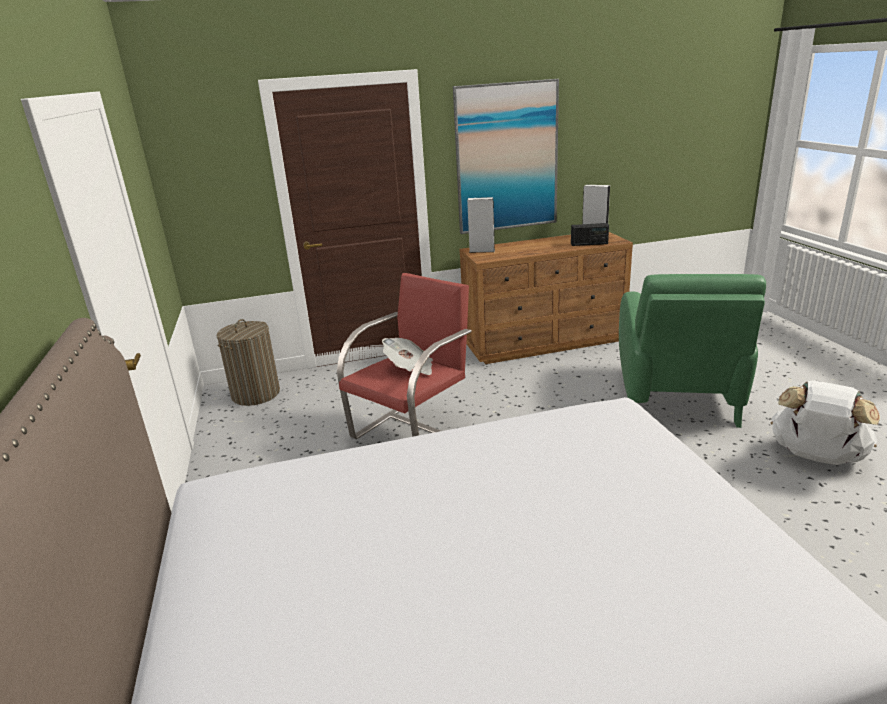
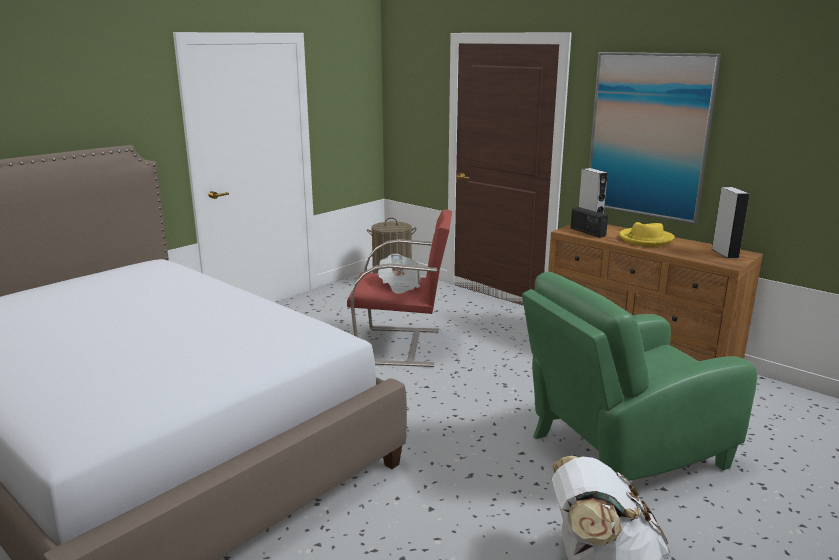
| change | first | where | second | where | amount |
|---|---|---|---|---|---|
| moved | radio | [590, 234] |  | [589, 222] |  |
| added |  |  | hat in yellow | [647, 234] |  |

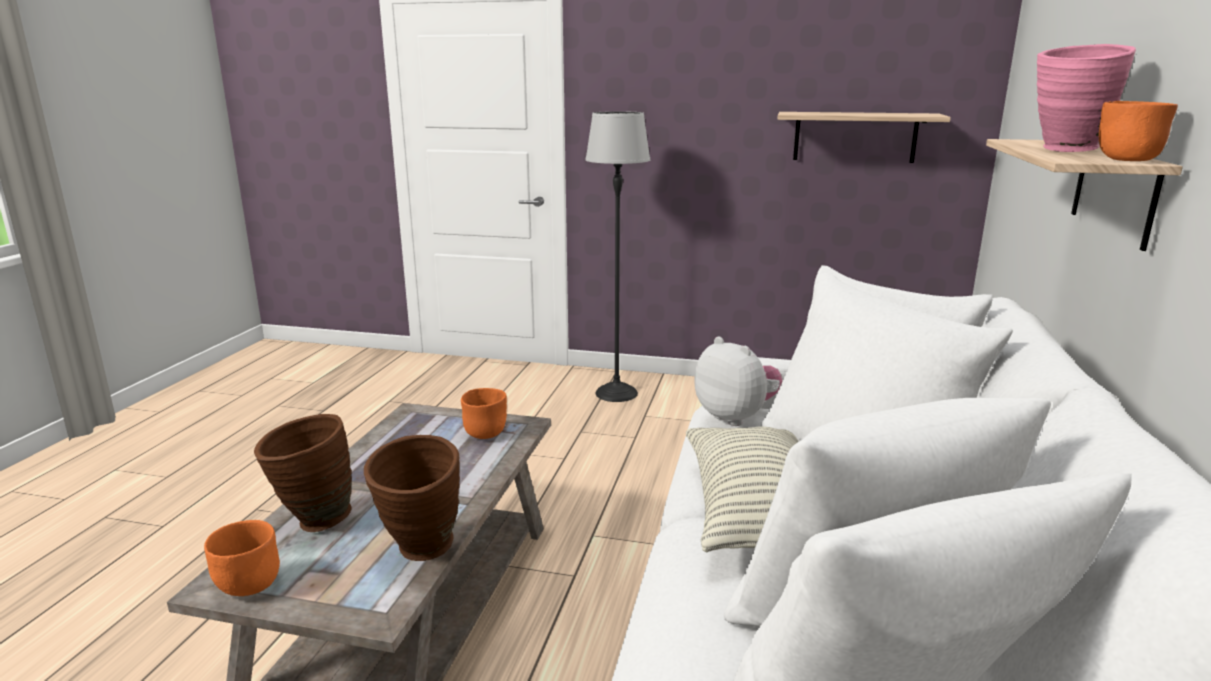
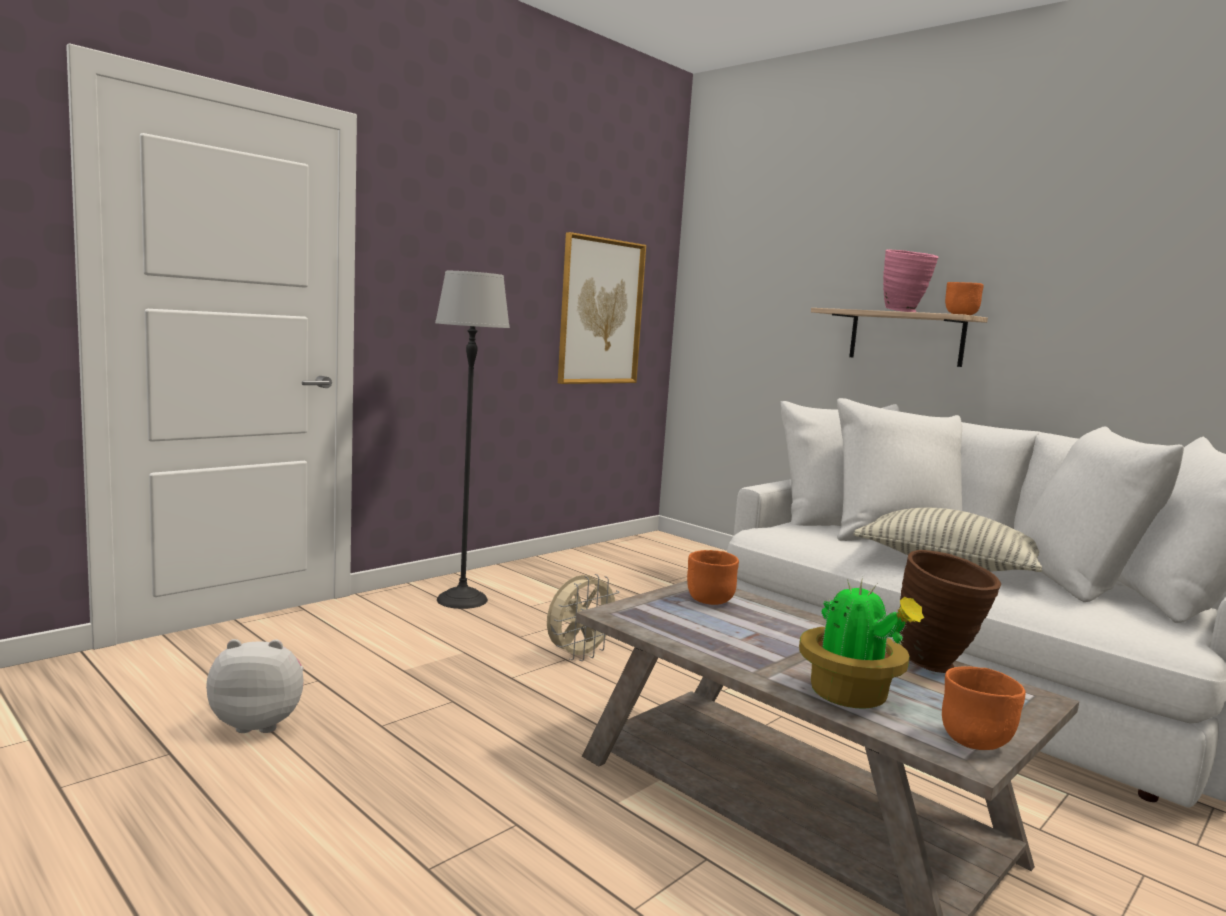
| change | first | where | second | where | amount |
|---|---|---|---|---|---|
| moved | plush toy | [738, 381] |  | [255, 686] |  |
| added |  |  | fan in beige | [583, 617] |  |
| replaced | shelf | [864, 137] | picture | [602, 308] |  |
| replaced | vase in brown | [303, 473] | potted plant | [861, 643] |  |

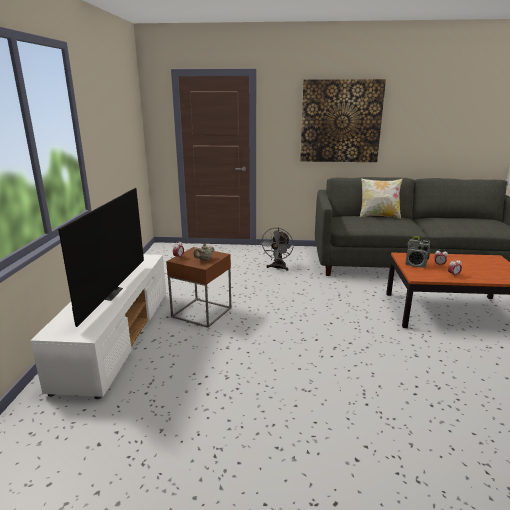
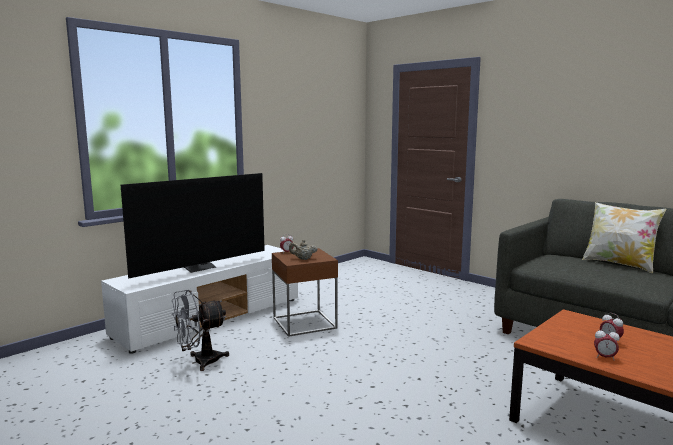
| change | first | where | second | where | amount |
|---|---|---|---|---|---|
| moved | fan in grey | [277, 249] |  | [200, 330] |  |
| removed | picture | [343, 120] |  |  |  |
| removed | radio | [417, 252] |  |  |  |

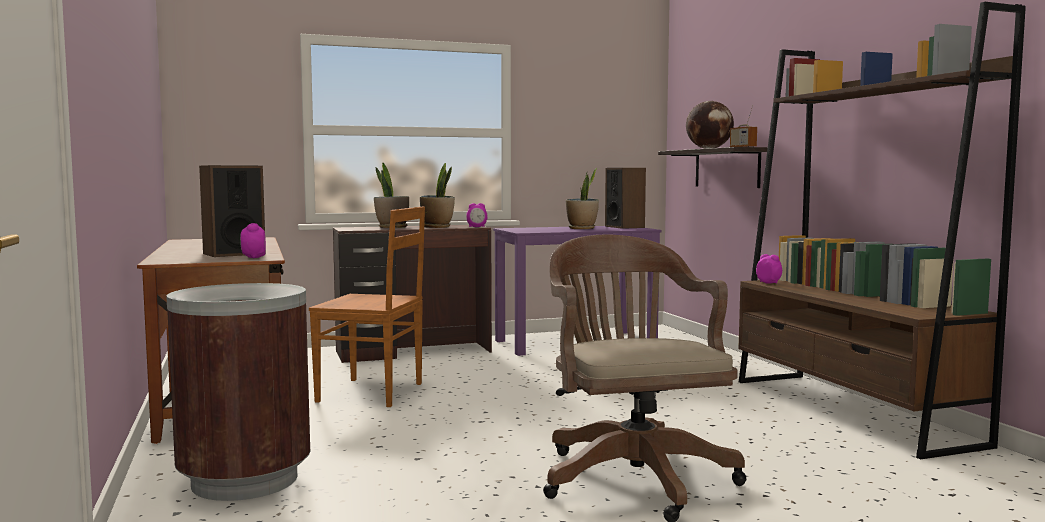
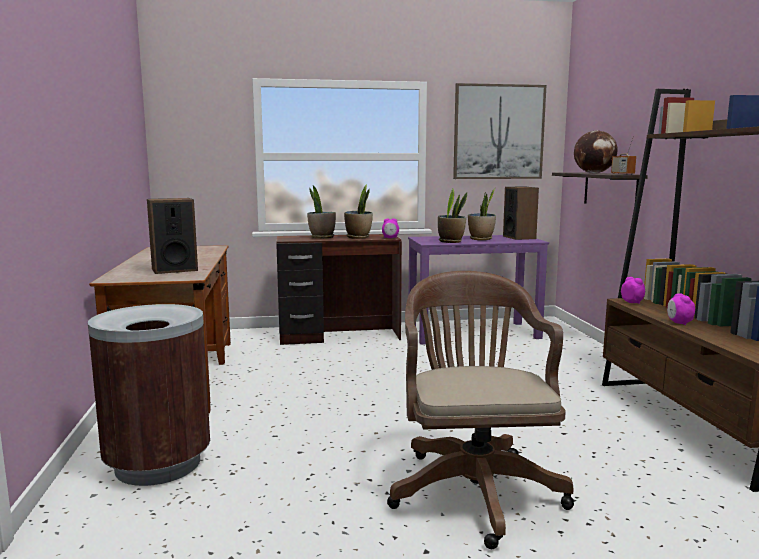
| change | first | where | second | where | amount |
|---|---|---|---|---|---|
| added |  |  | potted plant | [452, 216] |  |
| added |  |  | picture | [500, 131] |  |
| moved | alarm clock | [253, 241] |  | [681, 309] |  |
| removed | chair in brown | [367, 306] |  |  |  |

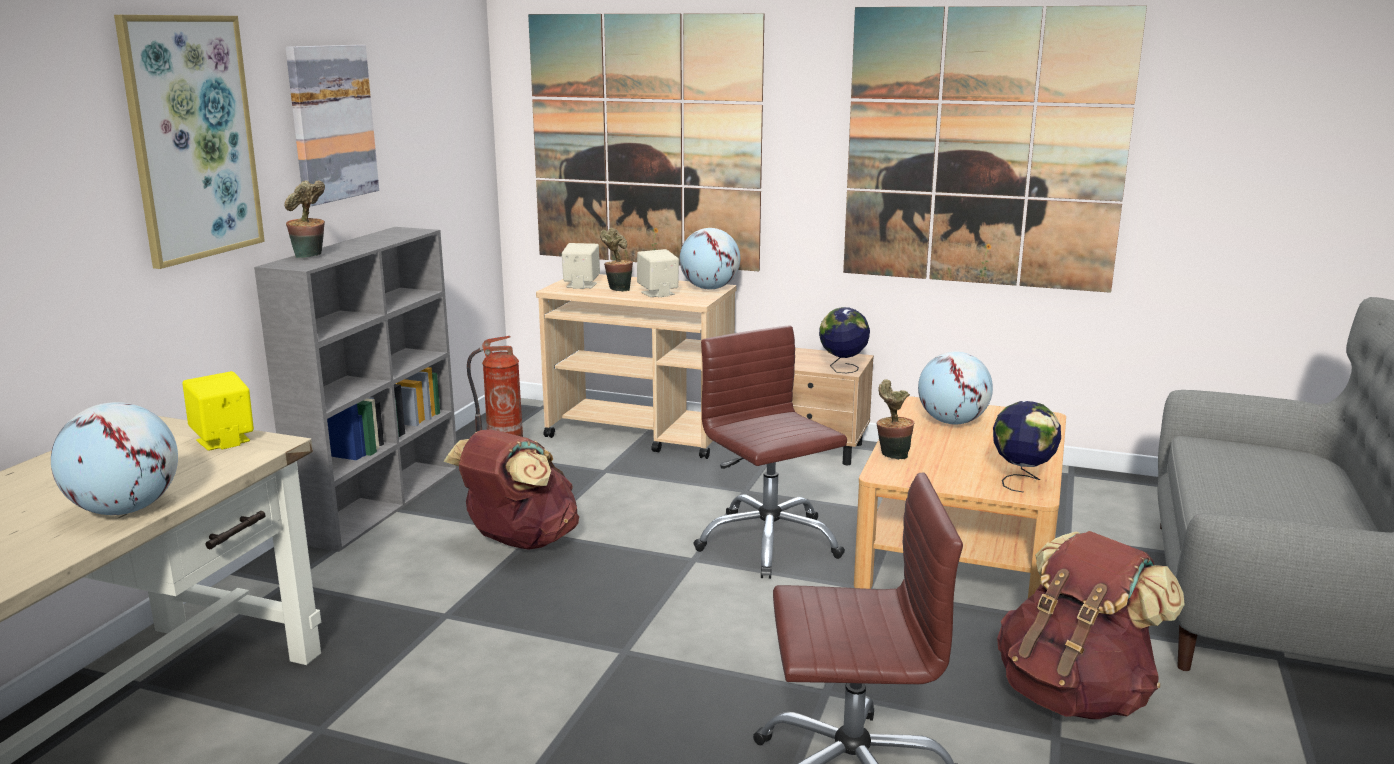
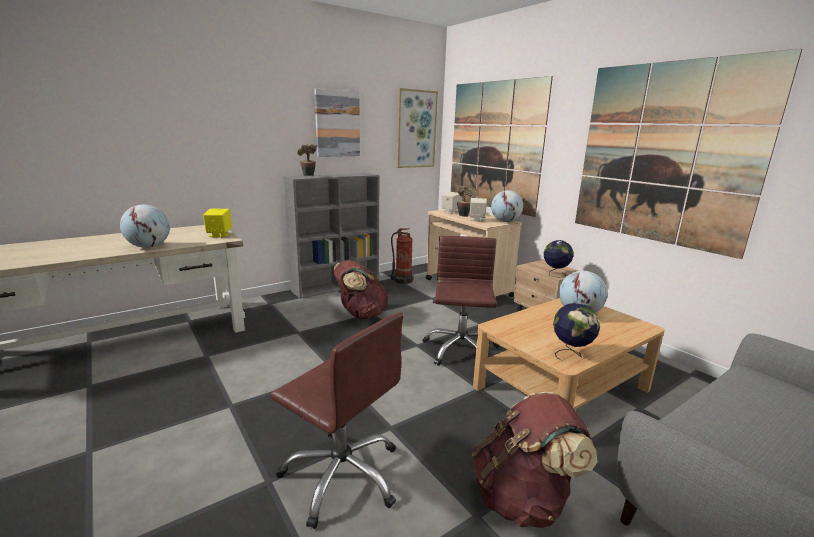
| change | first | where | second | where | amount |
|---|---|---|---|---|---|
| moved | picture | [189, 142] |  | [417, 128] |  |
| removed | potted plant | [895, 419] |  |  |  |

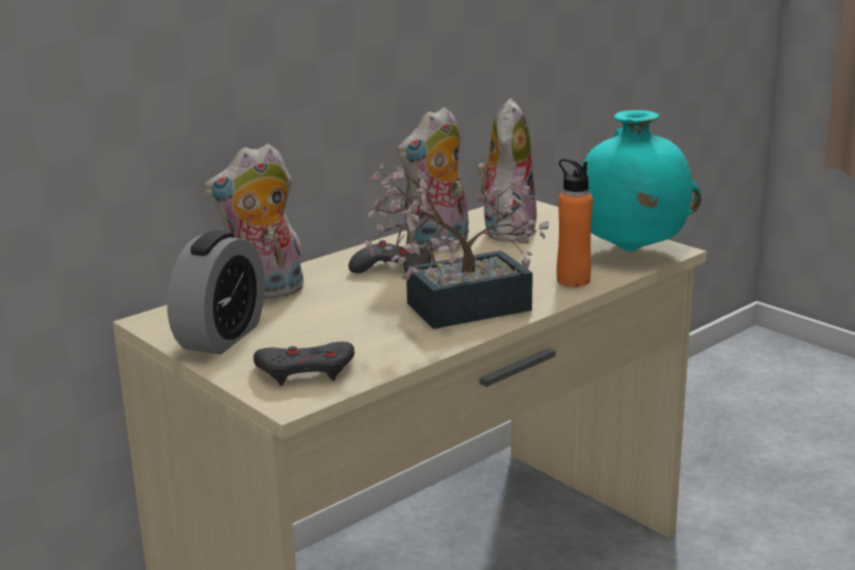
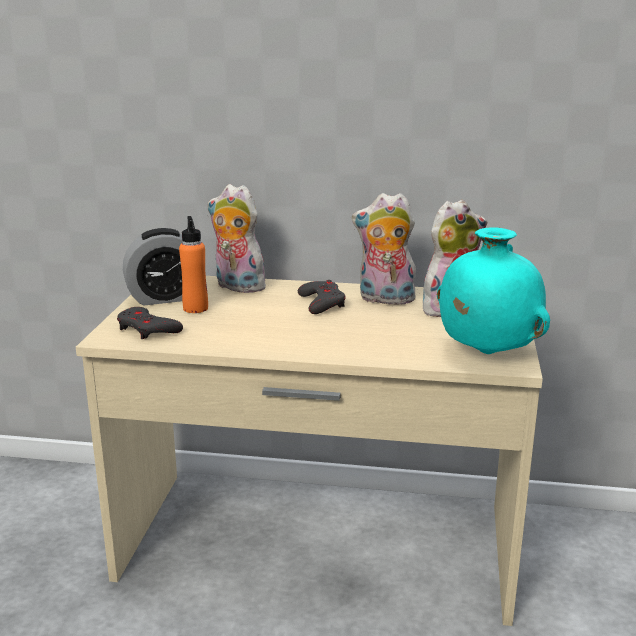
| change | first | where | second | where | amount |
|---|---|---|---|---|---|
| moved | bottle in orange | [575, 222] |  | [193, 264] |  |
| removed | potted plant | [457, 246] |  |  |  |

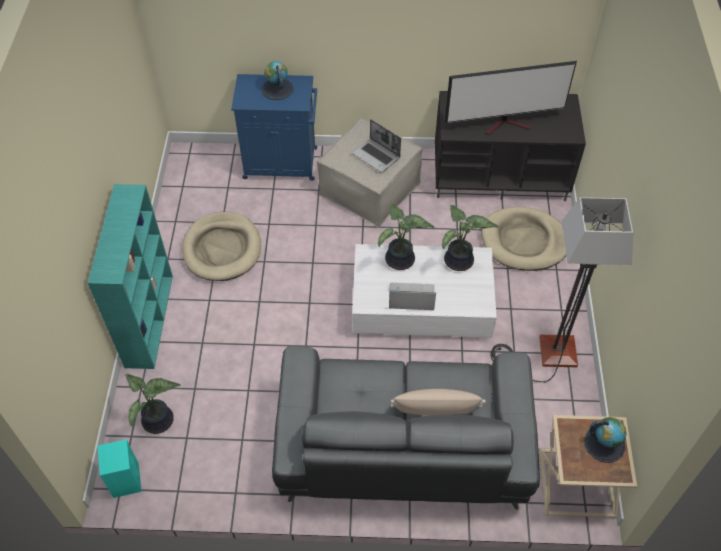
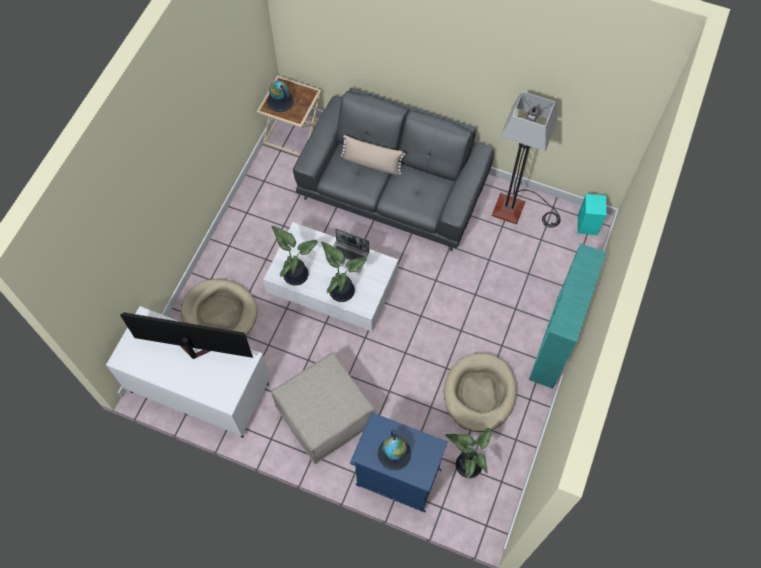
| change | first | where | second | where | amount |
|---|---|---|---|---|---|
| recoloured | tv stand in black | [510, 146] | tv stand in white | [188, 372] |  |
| moved | potted plant | [153, 404] |  | [468, 453] |  |
| moved | floor lamp | [561, 289] |  | [526, 159] |  |
| removed | laptop | [376, 146] |  |  |  |

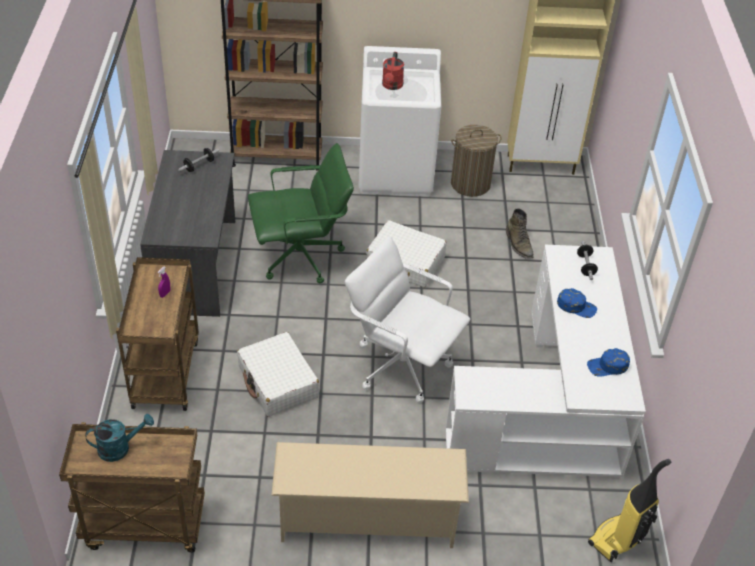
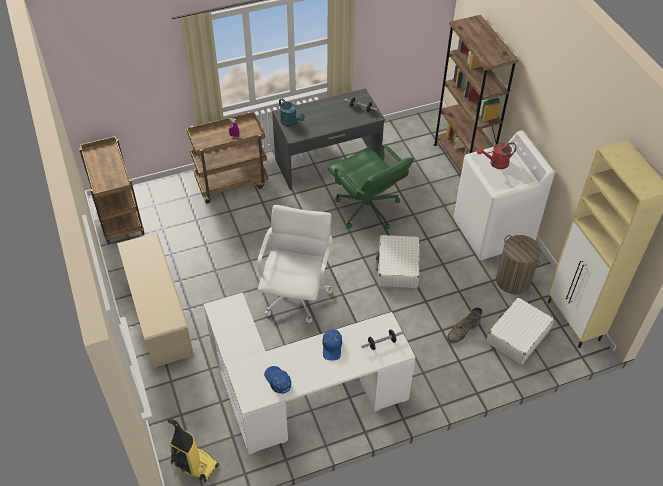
| change | first | where | second | where | amount |
|---|---|---|---|---|---|
| moved | watering can in turquoise | [119, 438] |  | [292, 112] |  |
| moved | suitcase in white | [278, 374] |  | [520, 331] |  |

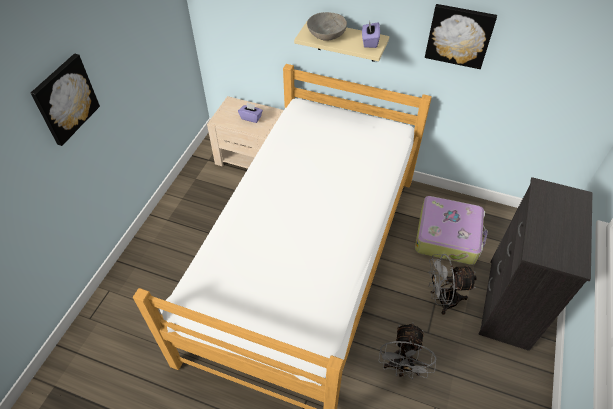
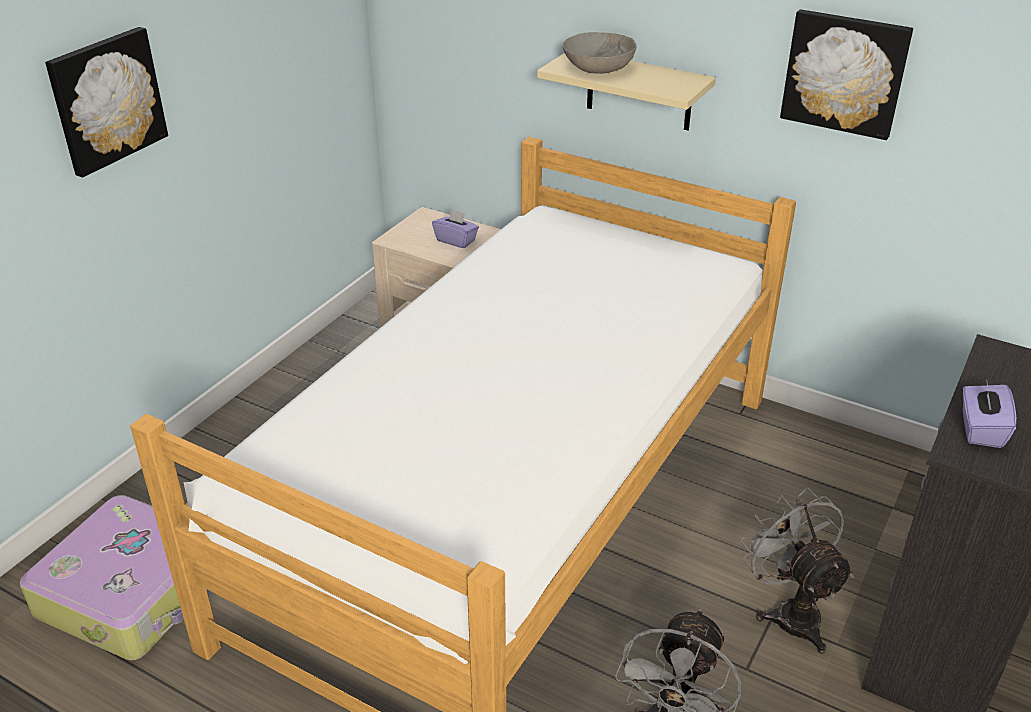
| change | first | where | second | where | amount |
|---|---|---|---|---|---|
| moved | suitcase | [451, 230] |  | [115, 577] |  |
| turned | fan in grey | [452, 284] |  | [797, 571] | 60 degrees clockwise |
| moved | tissue box in purple | [371, 34] |  | [989, 415] |  |

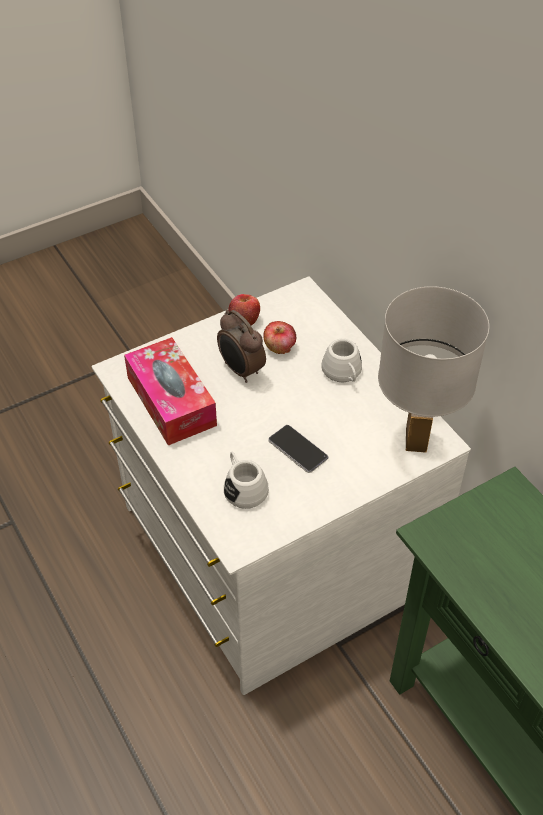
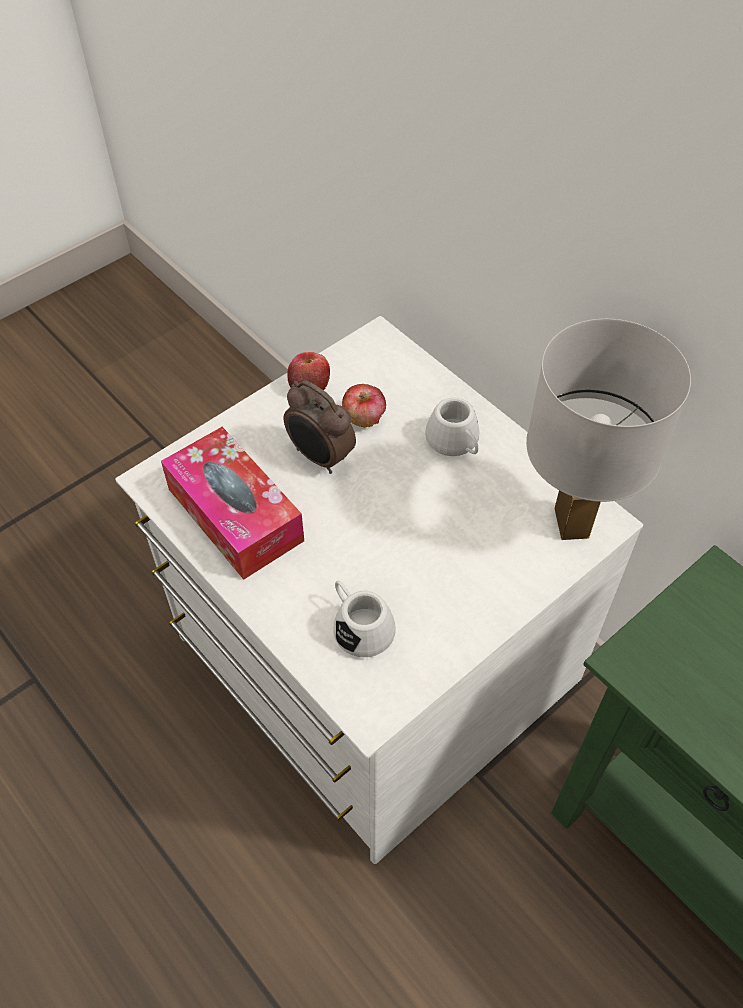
| change | first | where | second | where | amount |
|---|---|---|---|---|---|
| removed | phone | [298, 449] |  |  |  |

